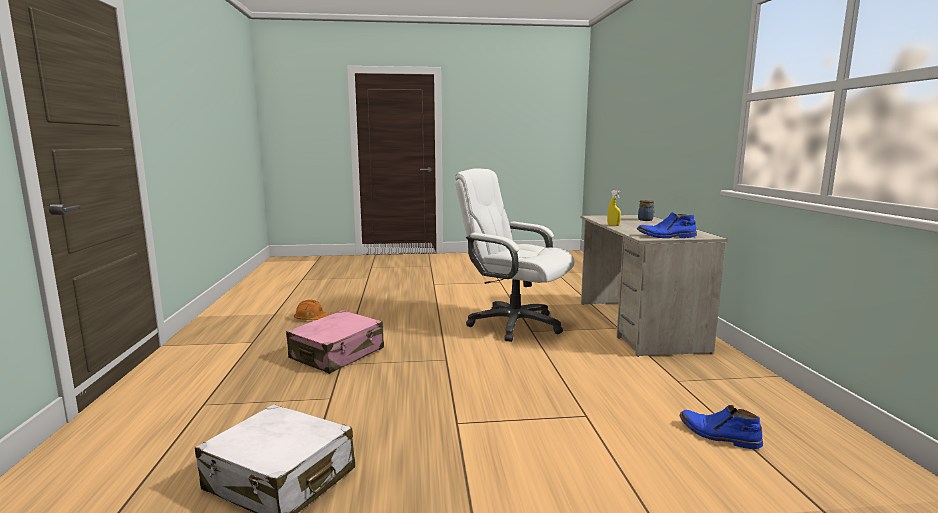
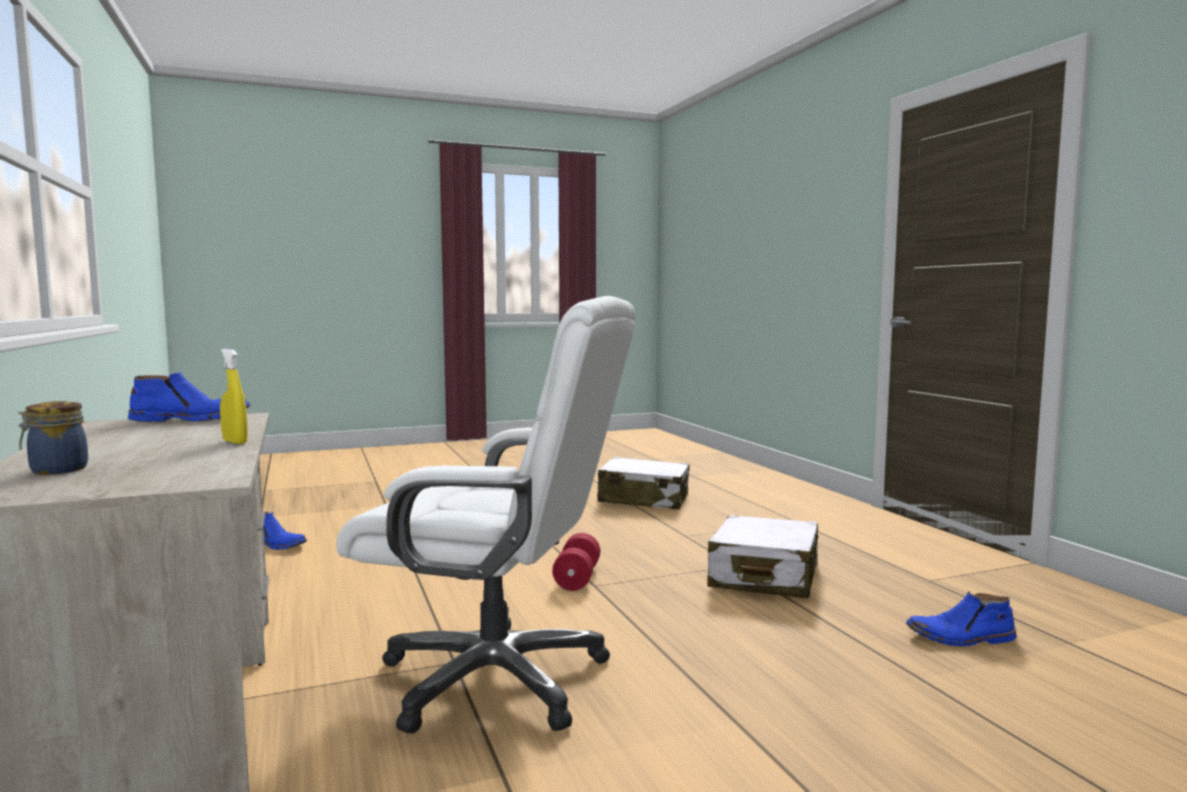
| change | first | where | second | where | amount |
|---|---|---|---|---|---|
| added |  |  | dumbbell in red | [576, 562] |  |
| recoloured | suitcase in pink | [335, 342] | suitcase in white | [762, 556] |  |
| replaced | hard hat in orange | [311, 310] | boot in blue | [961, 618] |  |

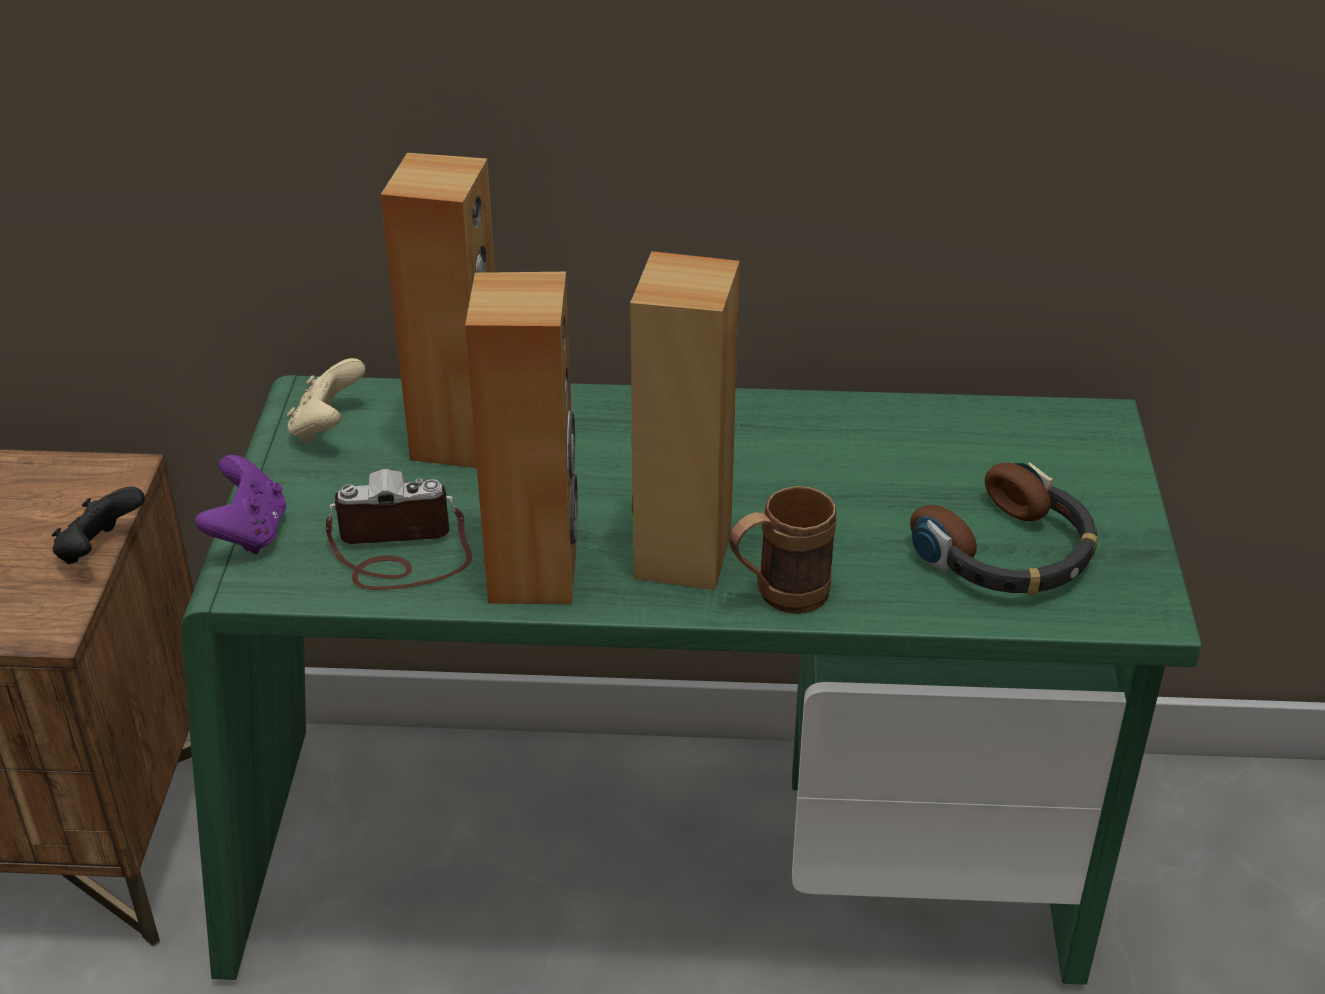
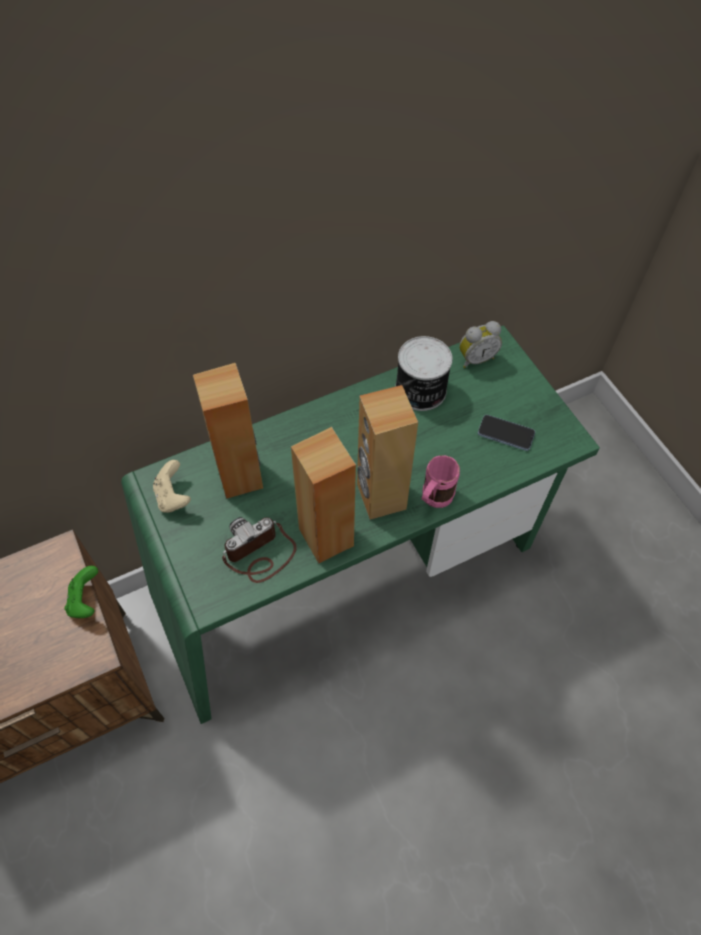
| change | first | where | second | where | amount |
|---|---|---|---|---|---|
| recoloured | game controller in black | [98, 525] | game controller in green | [81, 592] |  |
| added |  |  | can | [424, 373] |  |
| recoloured | mug in brown | [783, 550] | mug in pink | [441, 481] |  |
| added |  |  | alarm clock | [480, 344] |  |
| replaced | headphones | [1004, 528] | phone | [506, 433] |  |
| removed | game controller in purple | [240, 504] |  |  |  |

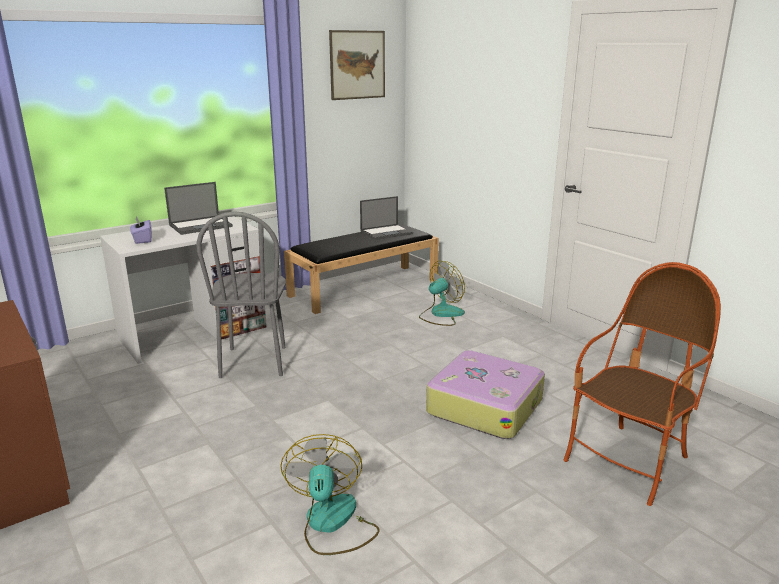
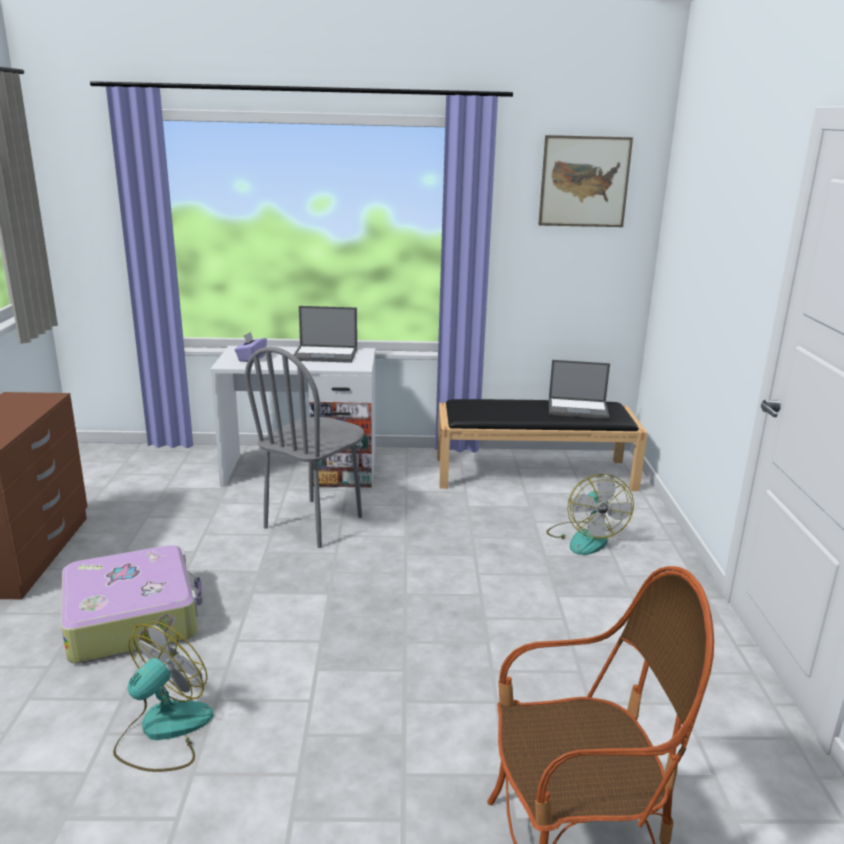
| change | first | where | second | where | amount |
|---|---|---|---|---|---|
| moved | suitcase | [485, 394] |  | [132, 604] |  |
| turned | fan | [442, 293] |  | [590, 514] | 90 degrees clockwise |

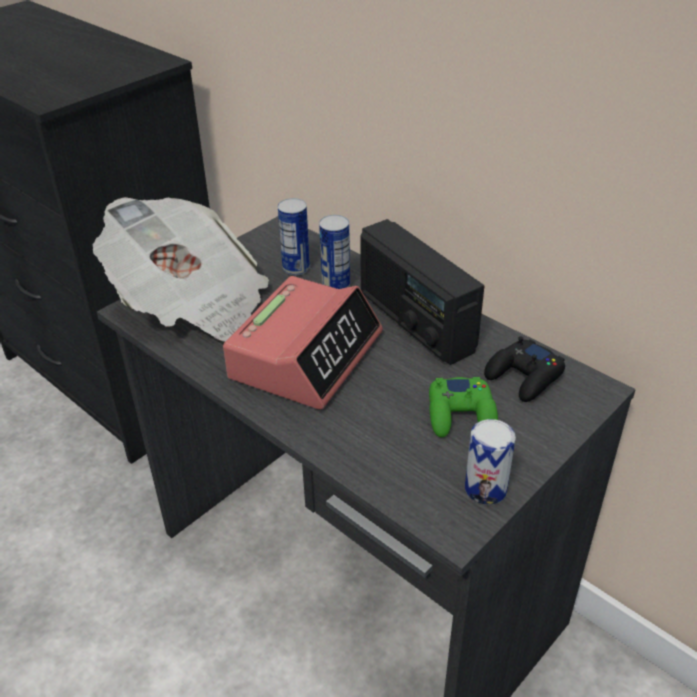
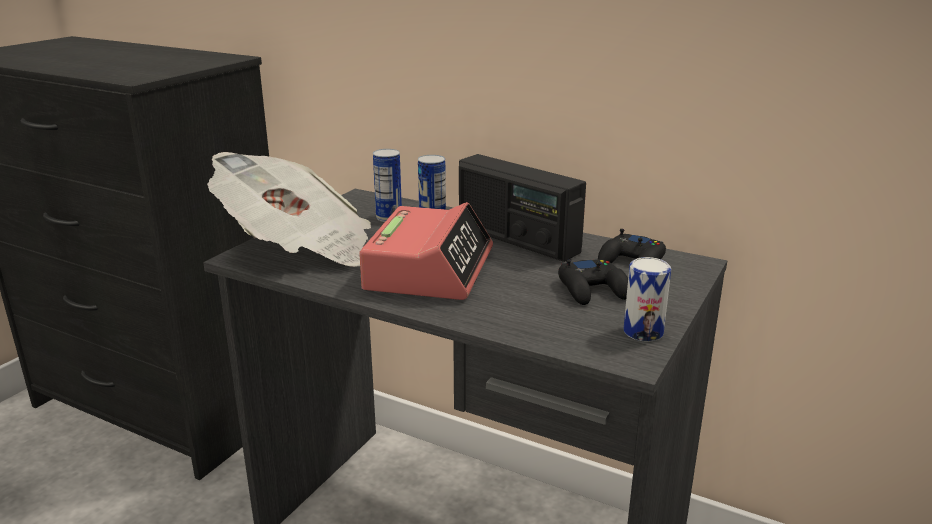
| change | first | where | second | where | amount |
|---|---|---|---|---|---|
| recoloured | game controller in green | [463, 407] | game controller in black | [593, 282] |  |

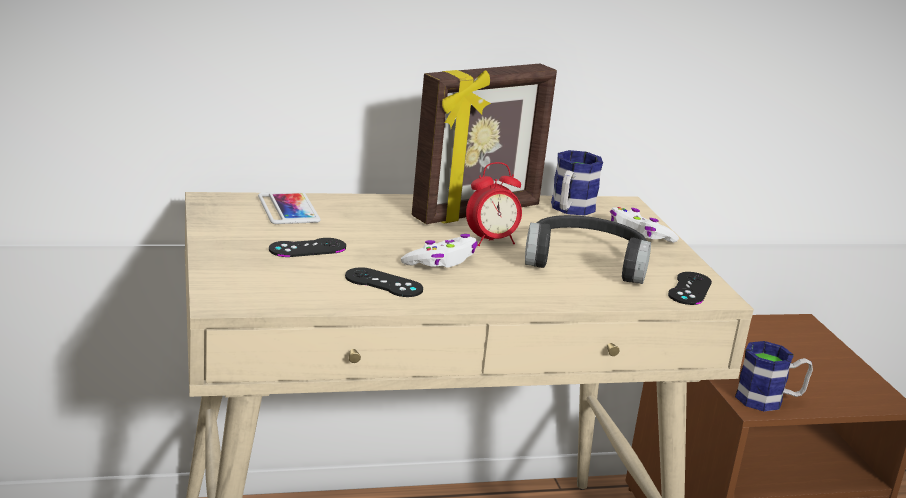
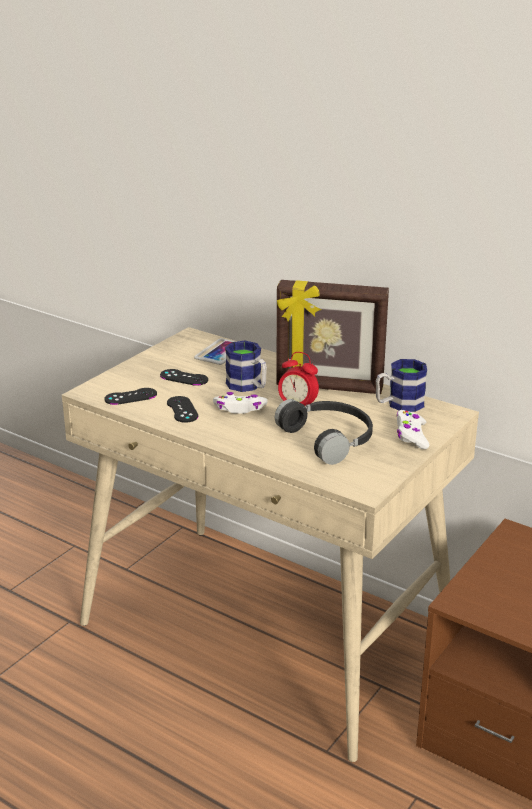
| change | first | where | second | where | amount |
|---|---|---|---|---|---|
| moved | game controller in black | [690, 288] |  | [130, 396] |  |
| moved | mug | [774, 376] |  | [246, 366] |  |

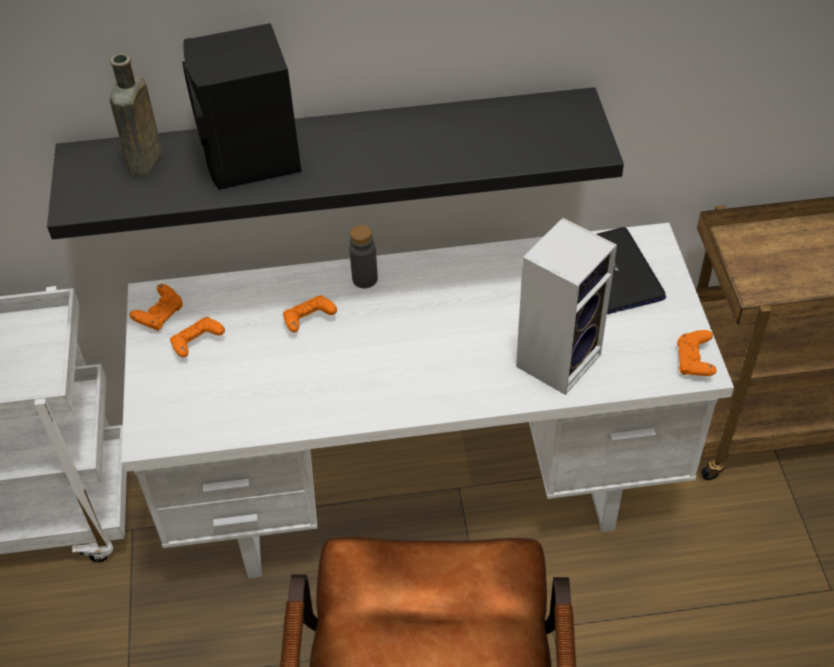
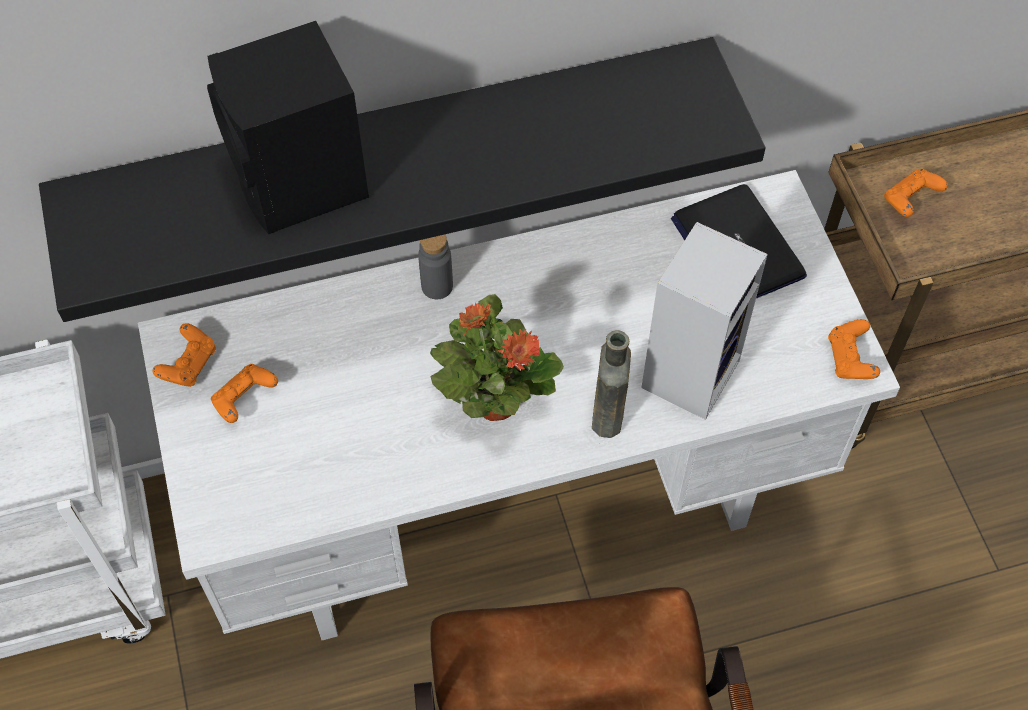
| change | first | where | second | where | amount |
|---|---|---|---|---|---|
| added |  |  | potted plant | [497, 357] |  |
| moved | bottle in brown | [136, 115] |  | [611, 384] |  |
| moved | game controller in orange | [310, 313] |  | [916, 193] |  |

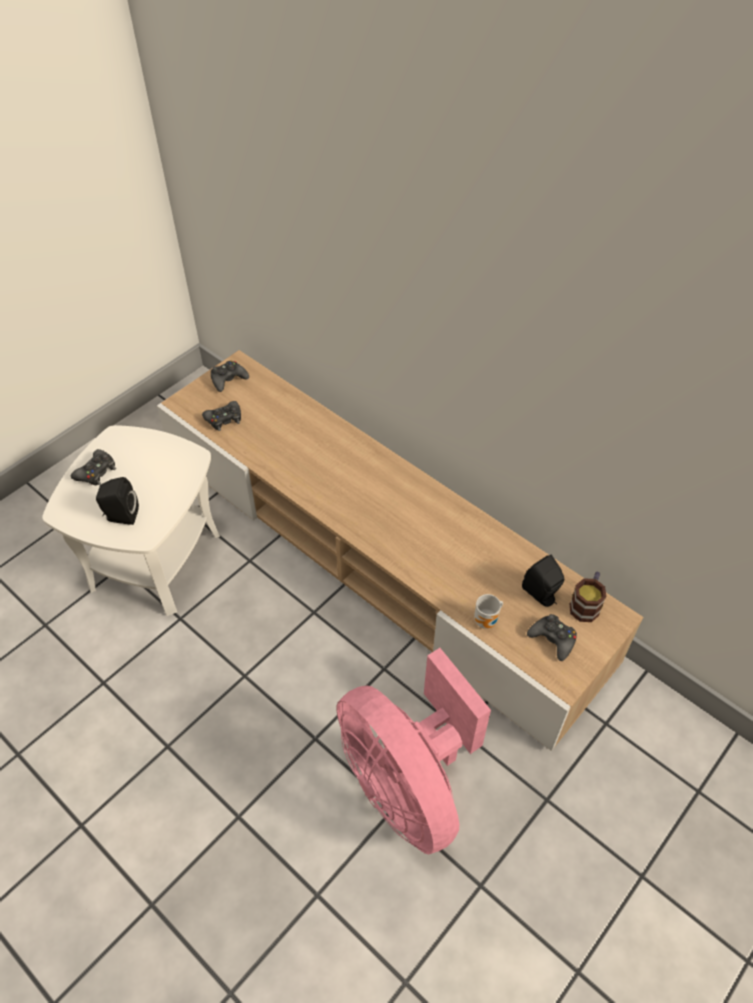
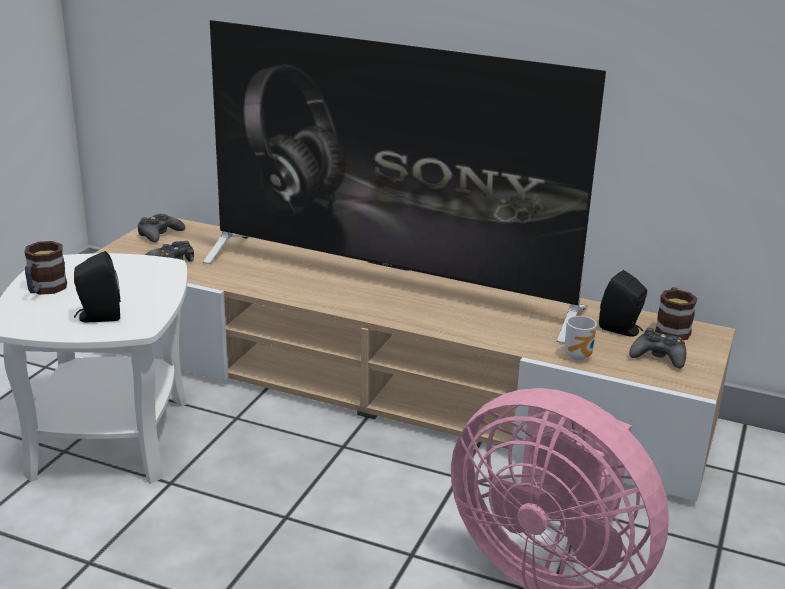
| change | first | where | second | where | amount |
|---|---|---|---|---|---|
| replaced | game controller in black | [93, 467] | mug | [45, 268] |  |
| added |  |  | television | [404, 181] |  |

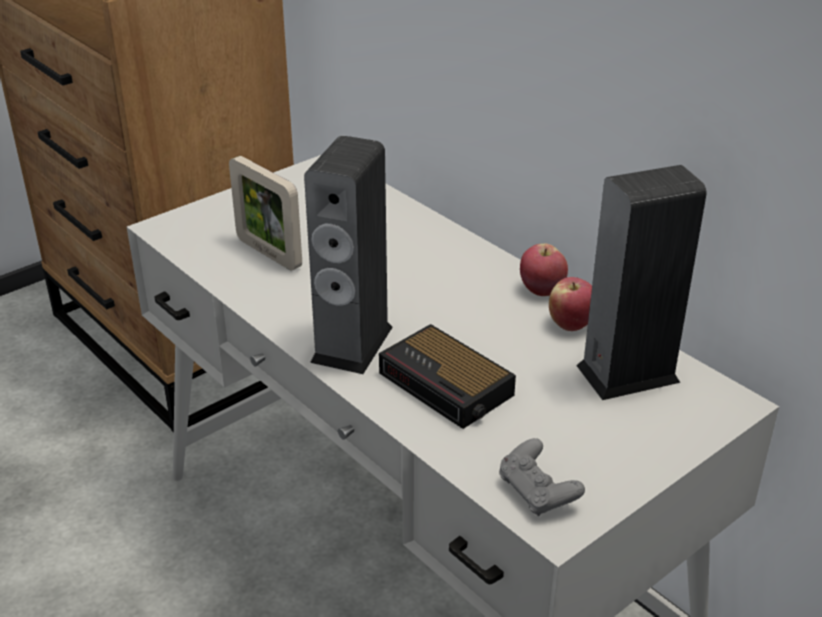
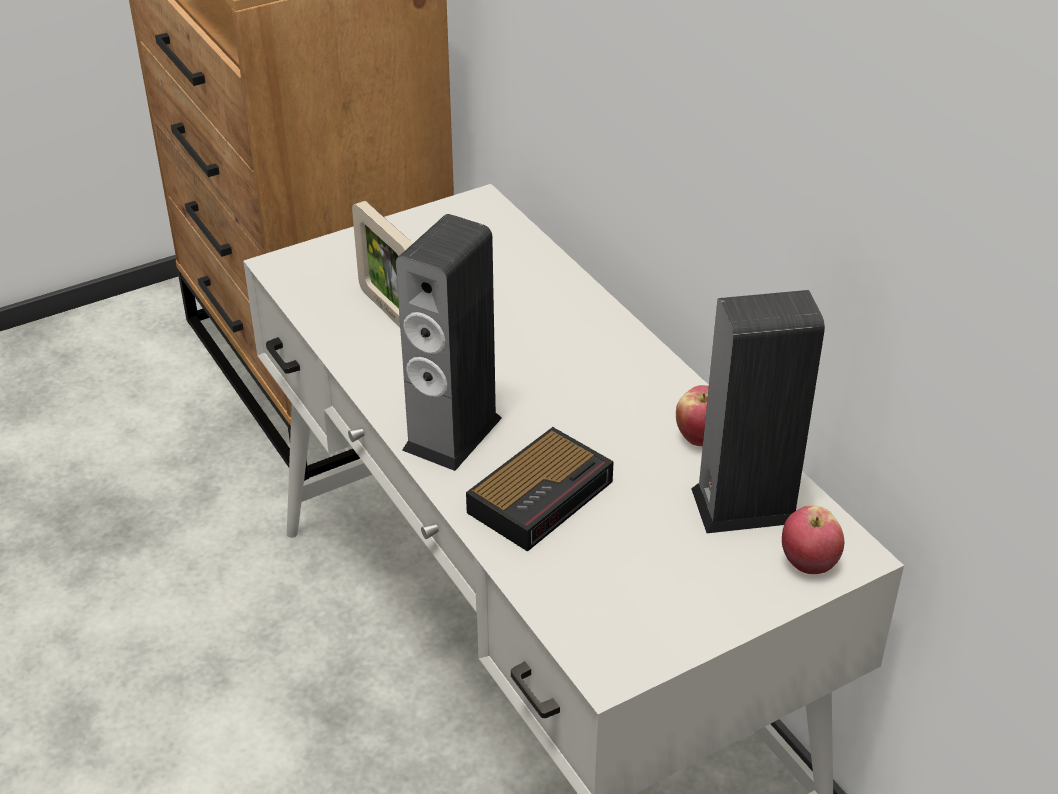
| change | first | where | second | where | amount |
|---|---|---|---|---|---|
| turned | alarm clock | [447, 376] |  | [540, 489] | 105 degrees counterclockwise |
| moved | apple | [544, 270] |  | [813, 540] |  |
| removed | game controller in grey | [542, 477] |  |  |  |

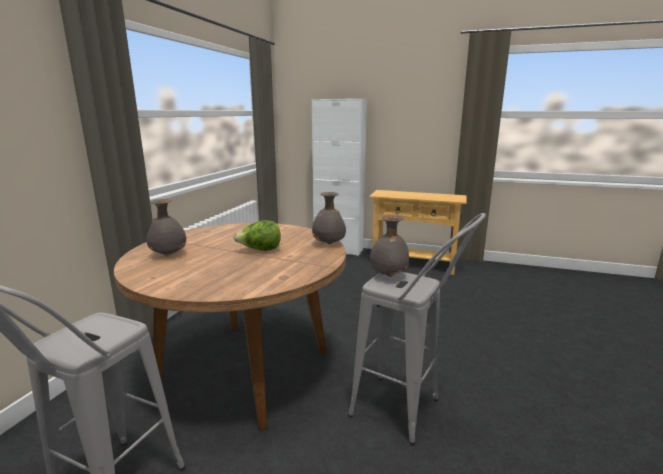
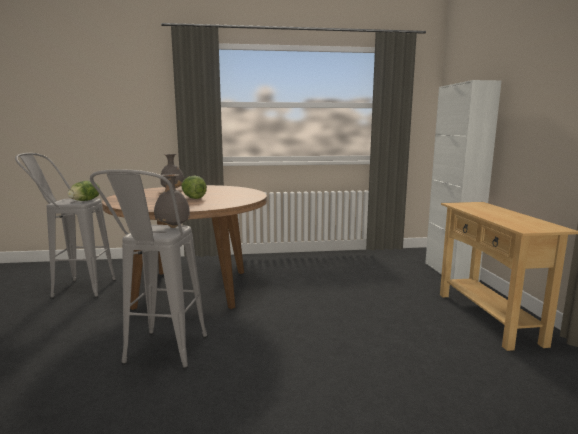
| change | first | where | second | where | amount |
|---|---|---|---|---|---|
| added |  |  | lettuce | [84, 191] |  |
| removed | vase in grey | [329, 218] |  |  |  |

